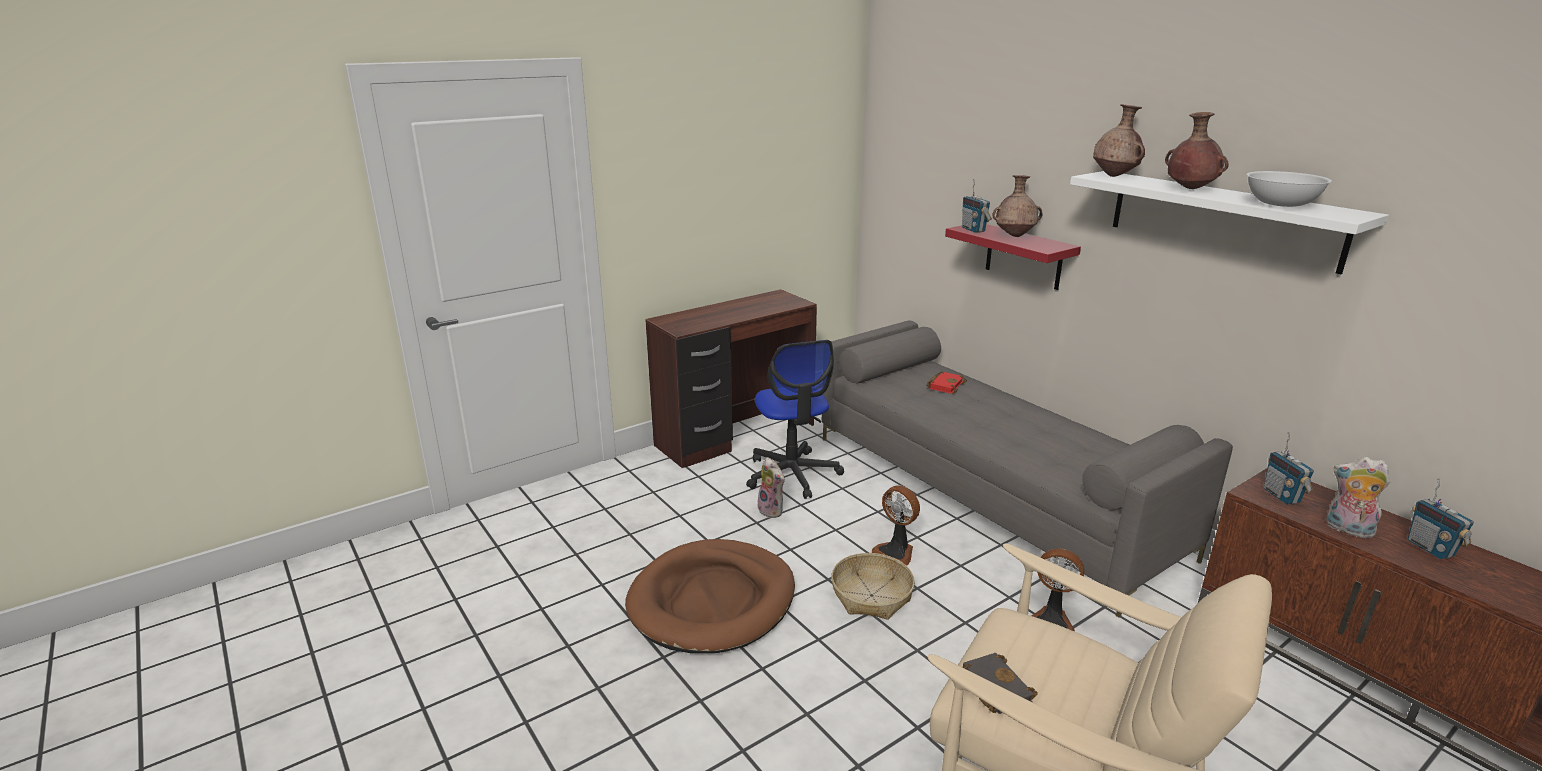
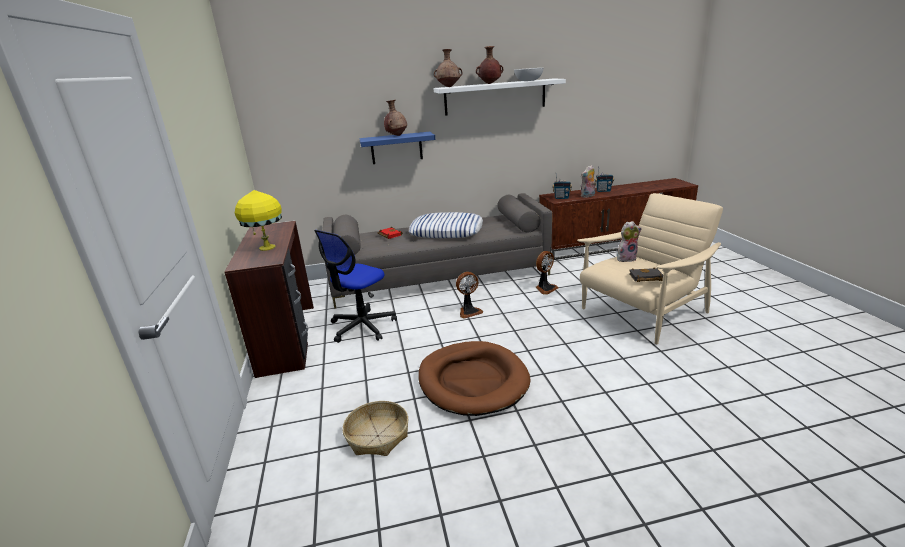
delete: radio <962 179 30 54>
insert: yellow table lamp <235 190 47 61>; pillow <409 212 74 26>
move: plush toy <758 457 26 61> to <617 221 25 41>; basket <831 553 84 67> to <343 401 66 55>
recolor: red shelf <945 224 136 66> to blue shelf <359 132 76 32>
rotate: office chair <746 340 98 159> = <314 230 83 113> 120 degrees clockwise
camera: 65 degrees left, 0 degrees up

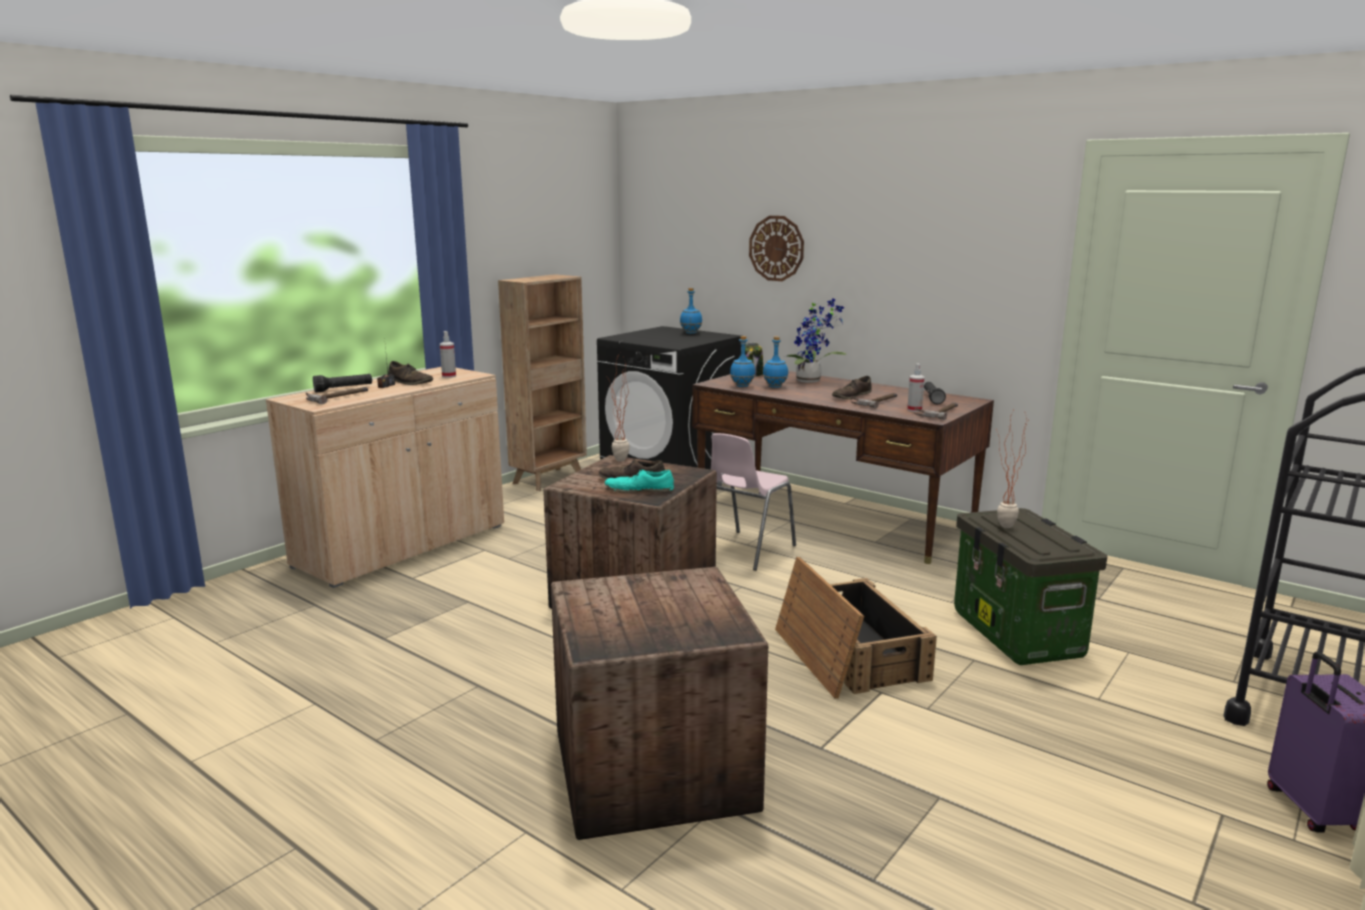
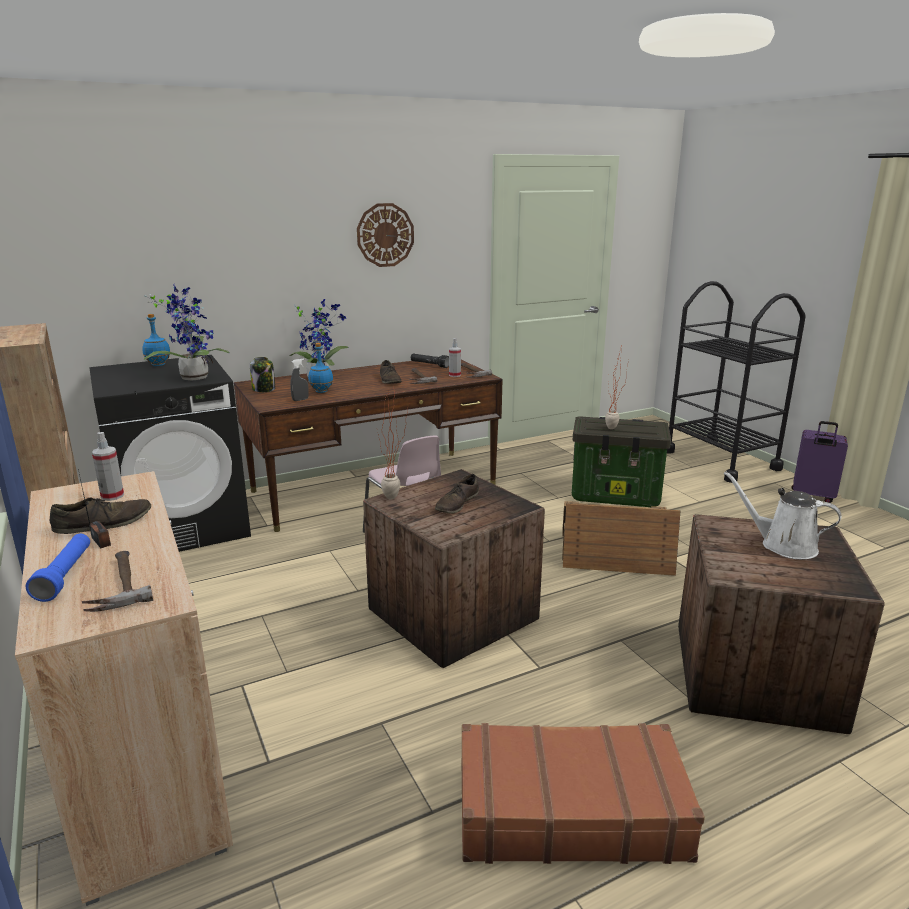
delete: turquoise shoe <605 469 69 24>
insert: potted plant <144 284 86 97>; white watering can <724 471 117 88>; brown suitcase <461 723 244 141>
move: wall clock <749 216 55 65> to <357 203 57 64>
replace: blue bottle <730 336 25 51> to grey spray bottle <290 359 19 42>
recolor: black flashlight <313 374 59 19> to blue flashlight <26 534 64 68>
camera: 65 degrees left, 5 degrees up

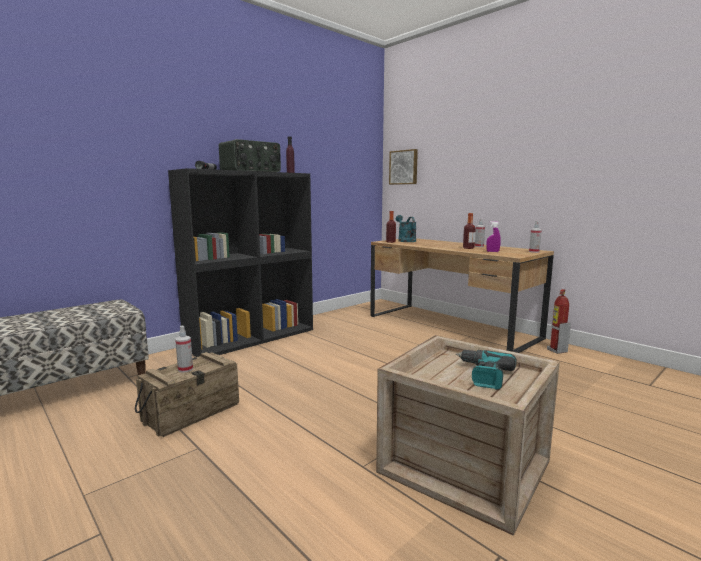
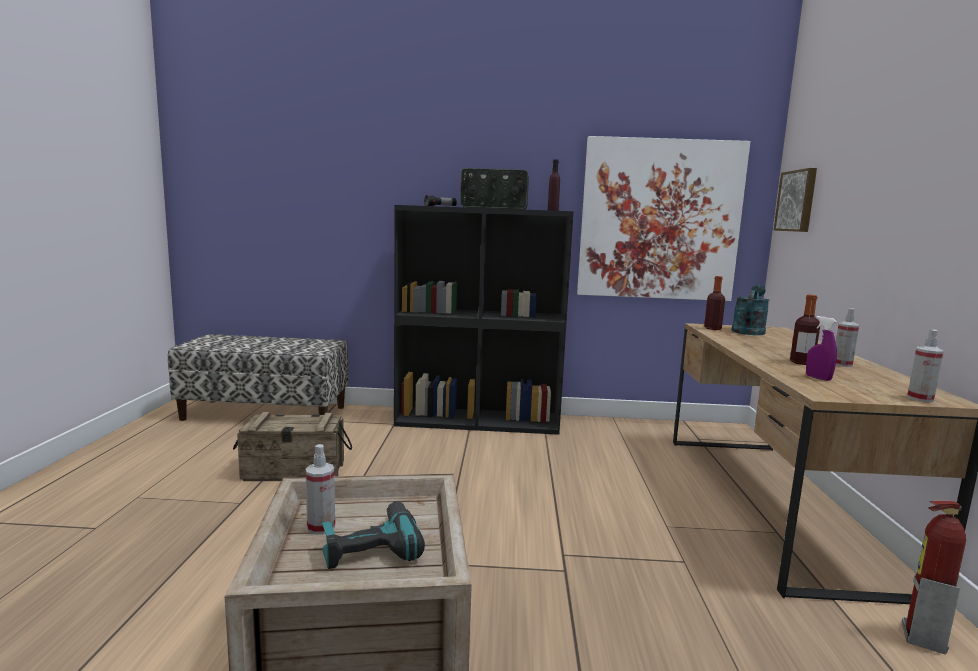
insert: picture <577 136 174 165>
move: spray bottle <175 326 18 47> to <305 444 30 91>
camera: 45 degrees right, 0 degrees up

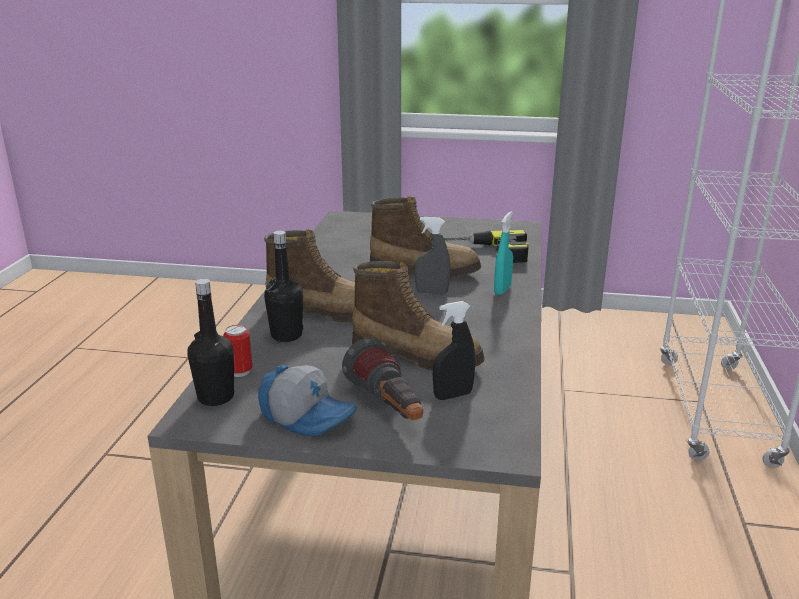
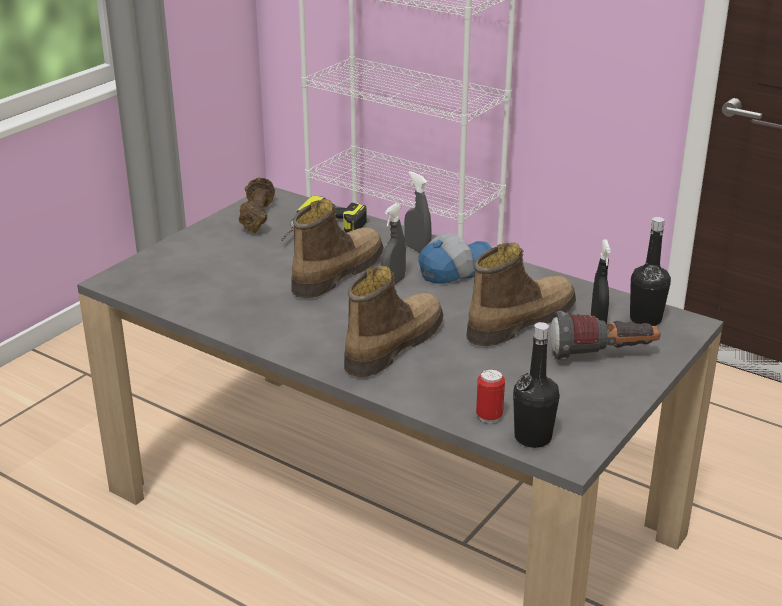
insert: brown dumbbell <239 178 36 55>
move: black bottle <264 231 39 111> to <630 217 41 109>; cap <258 365 99 72> to <418 233 73 51>
recolor: turquoise spray bottle <494 212 19 83> to grey spray bottle <404 171 28 82>
camera: 65 degrees left, 5 degrees up

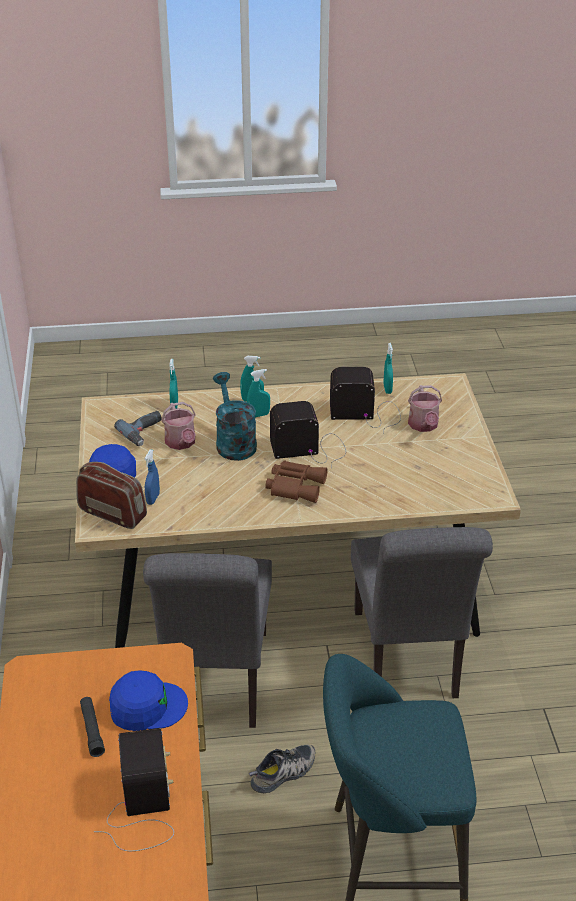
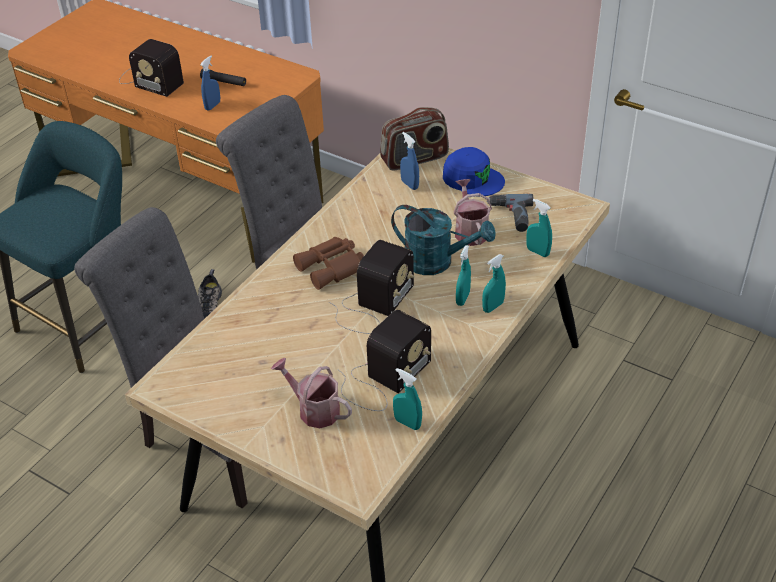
replace: blue cap <109 670 79 61> to blue spray bottle <200 56 20 55>
rotate: watering can <161 402 35 48> = <453 179 39 67> 60 degrees clockwise
camera: 130 degrees right, 5 degrees up

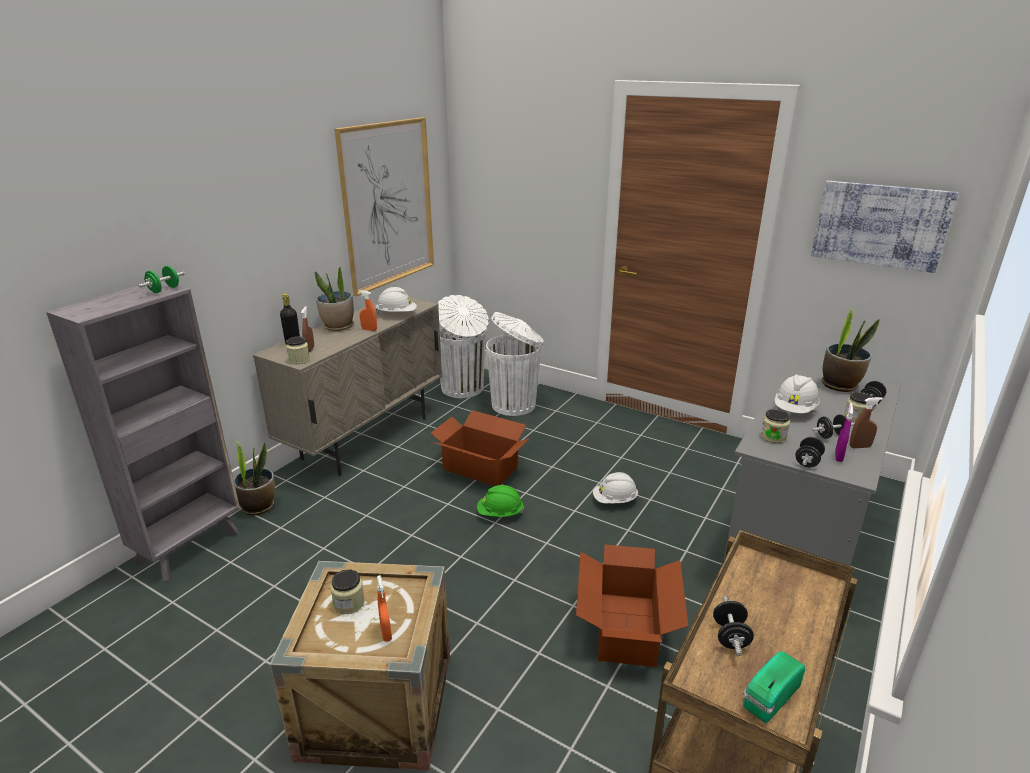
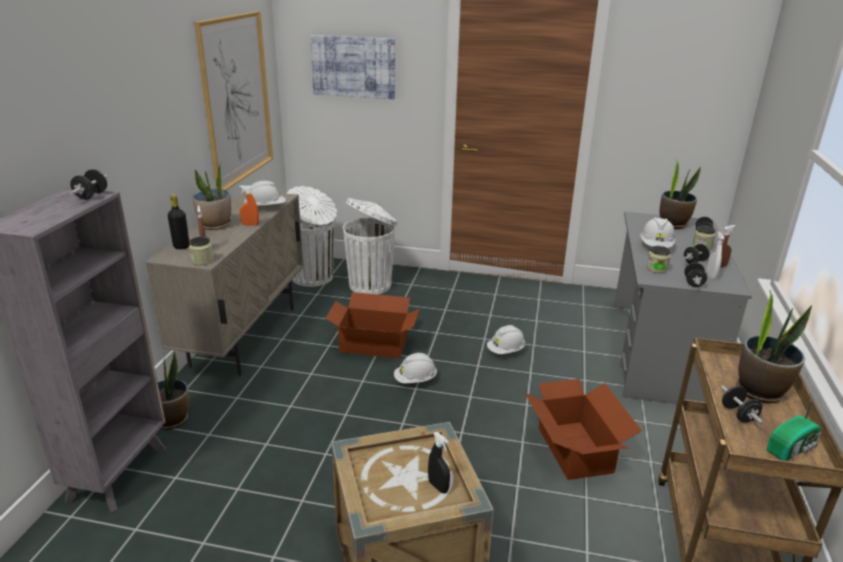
delete: jar <331 569 34 45>
insert: potted plant <736 290 76 113>
move: picture <811 181 147 92> to <310 35 85 64>
recolor: green dumbbell <138 266 47 27> to black dumbbell <70 169 37 31>; purple spray bottle <835 403 18 59> to white spray bottle <706 232 18 48>; green hard hat <477 485 47 32> to white hard hat <394 353 43 31>; orange spray bottle <377 575 15 67> to black spray bottle <428 432 22 61>
rotate: radio <743 651 62 72> = <767 390 54 71> 150 degrees counterclockwise
camera: 20 degrees left, 0 degrees up

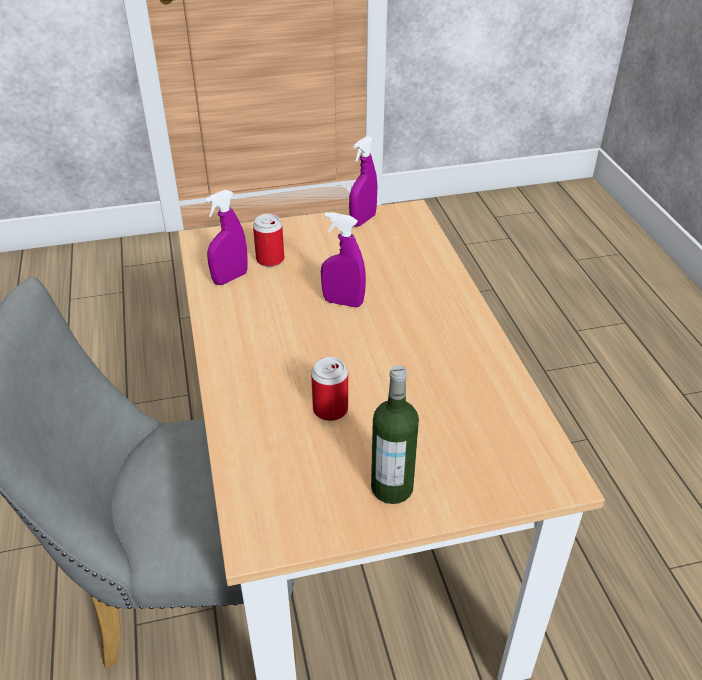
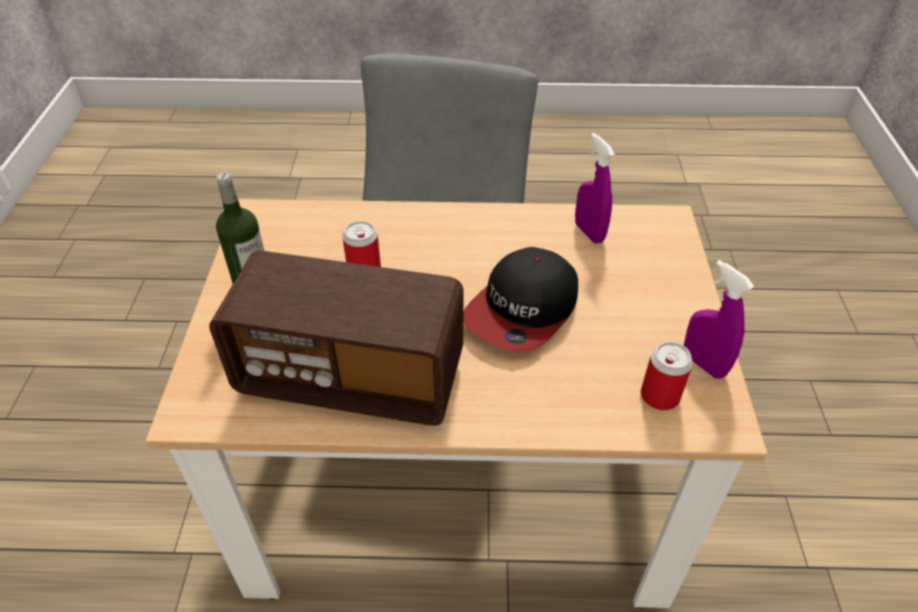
insert: radio <209 250 255 175>
move: can <253 214 31 53> to <641 341 52 69>
replace: purple spray bottle <321 212 45 96> to cap <463 247 115 104>
camera: 105 degrees right, 5 degrees up

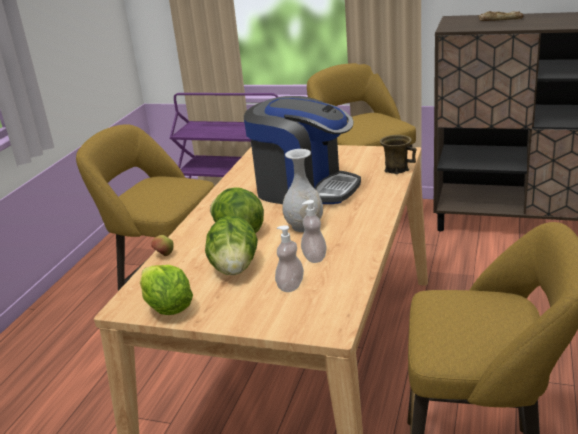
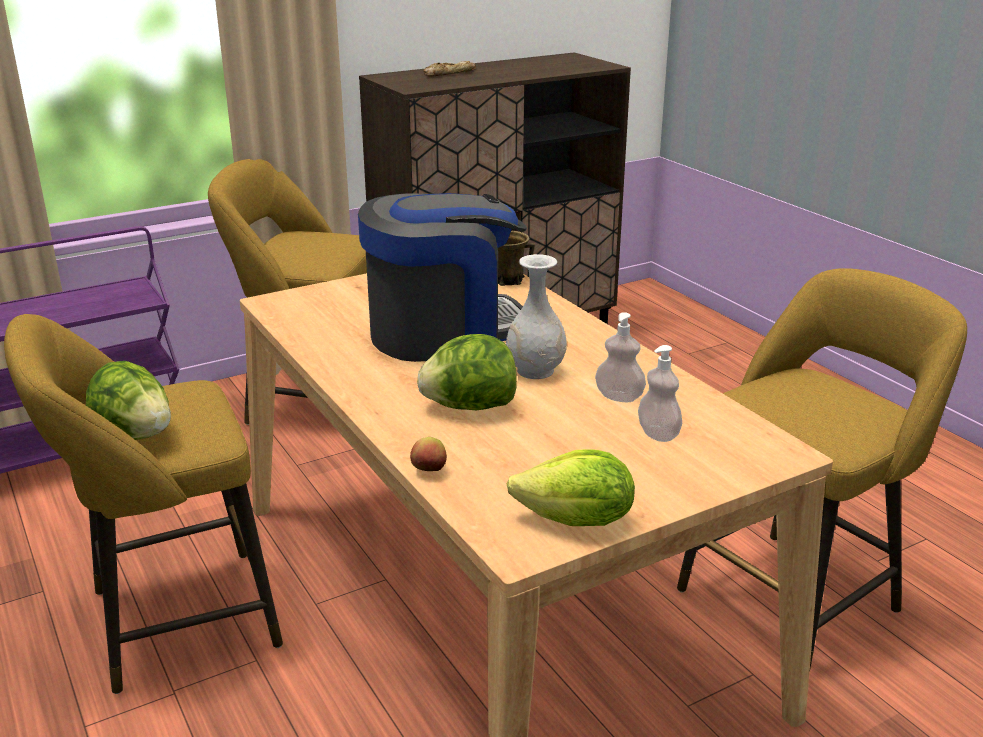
move: lettuce <205 215 53 60> to <86 361 85 79>
camera: 50 degrees left, 0 degrees up

